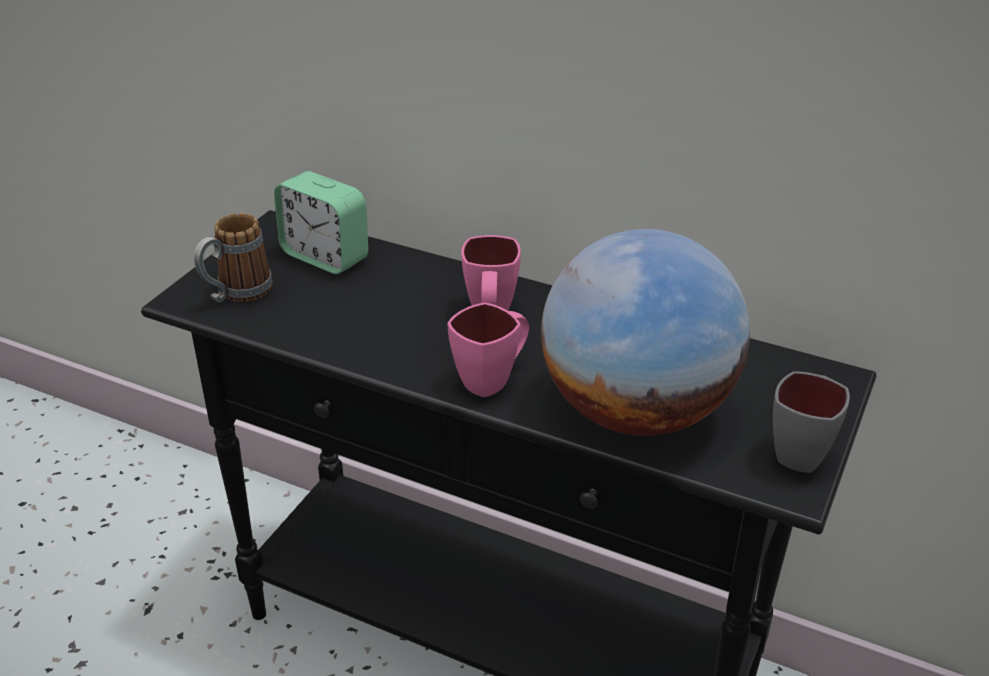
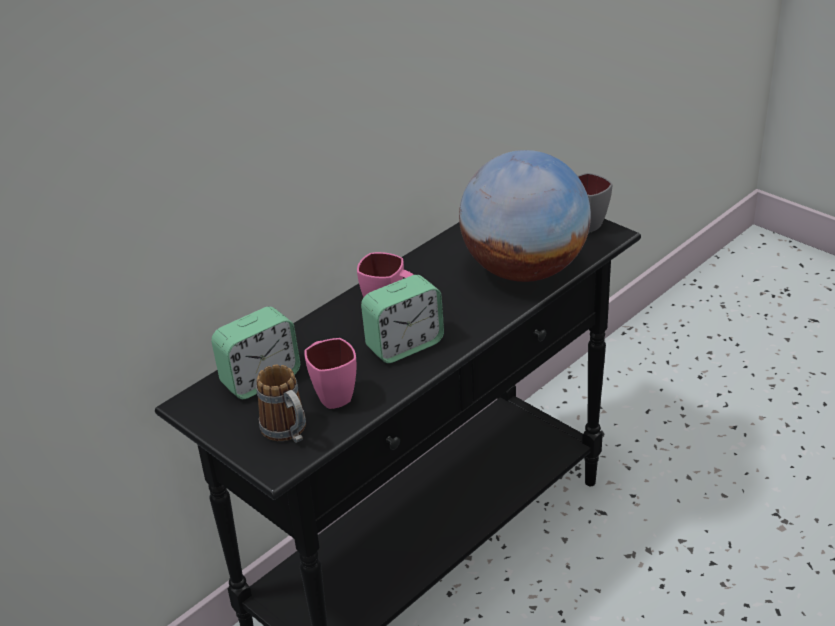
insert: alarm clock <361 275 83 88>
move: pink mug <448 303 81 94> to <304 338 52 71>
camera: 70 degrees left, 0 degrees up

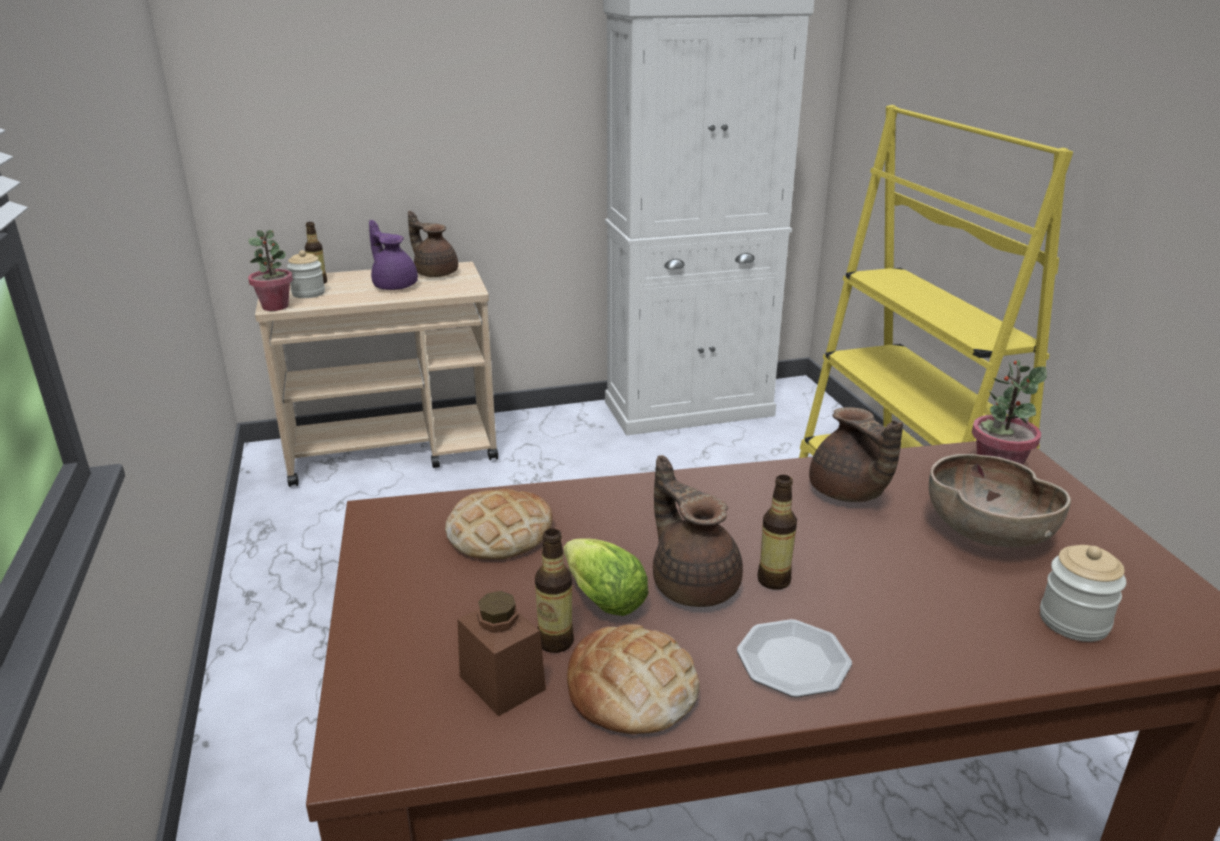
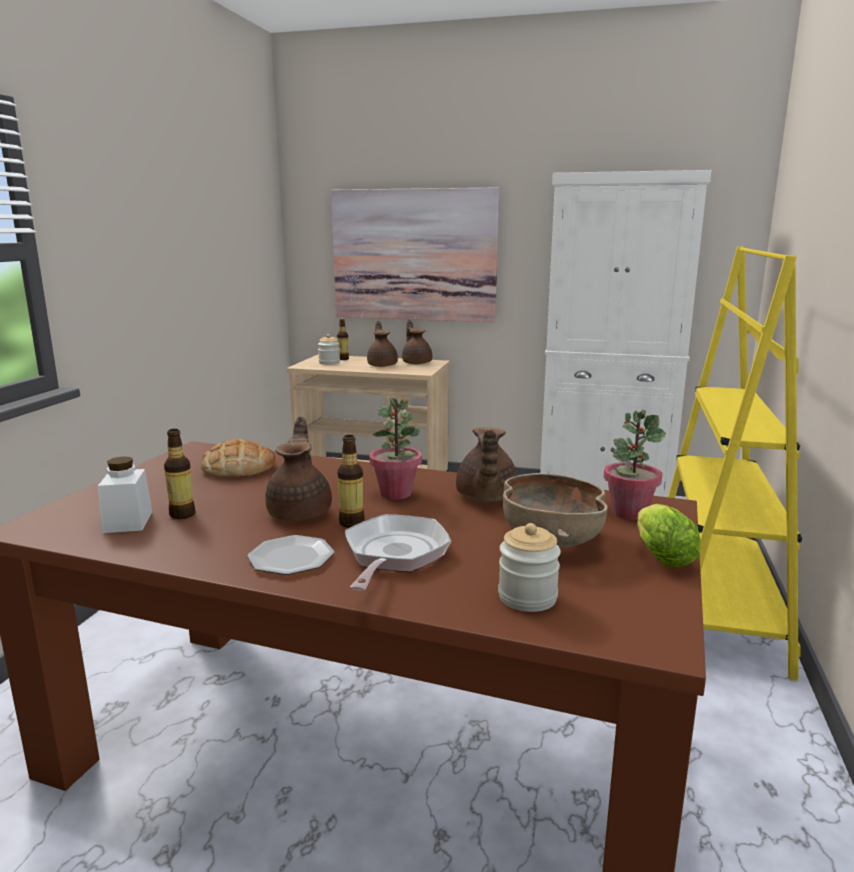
delete: bread <567 624 132 110>
insert: picture <331 187 168 135>; frying pan <345 514 106 76>
move: potted plant <248 230 45 81> to <369 398 53 101>; lettuce <564 538 85 78> to <638 504 62 63>
recolor: purple teapot <369 220 49 70> to brown teapot <367 321 31 46>; brown jar <458 591 88 125> to white jar <98 456 54 77>
camera: 30 degrees right, 10 degrees down

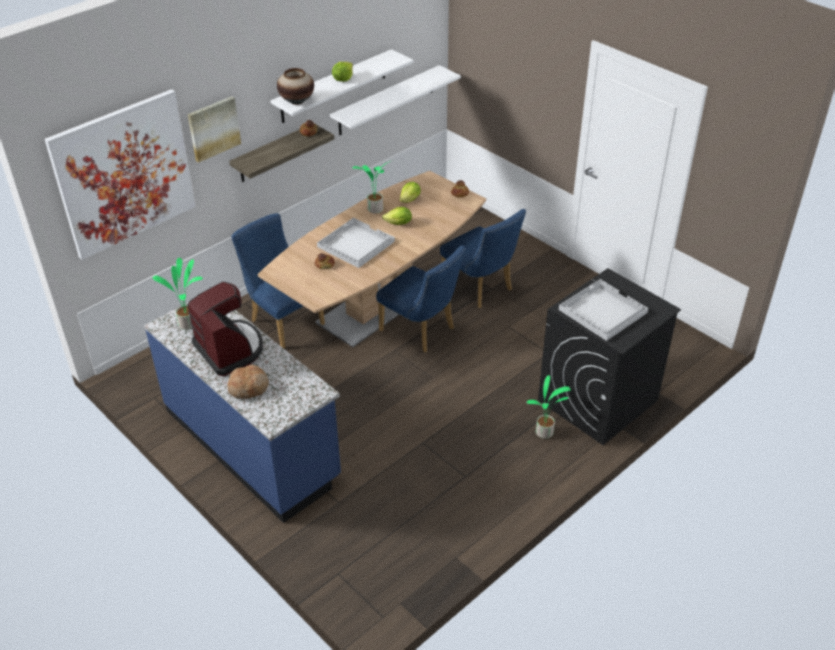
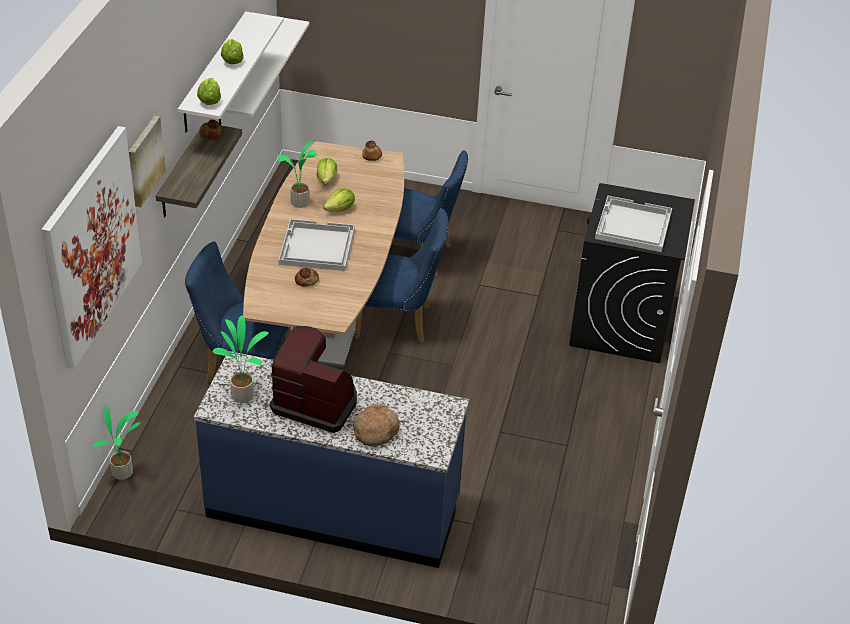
move: potted plant <526 375 45 64> to <93 406 47 74>
replace: vase <277 68 37 37> to lettuce <197 78 24 27>
camera: 35 degrees left, 0 degrees up

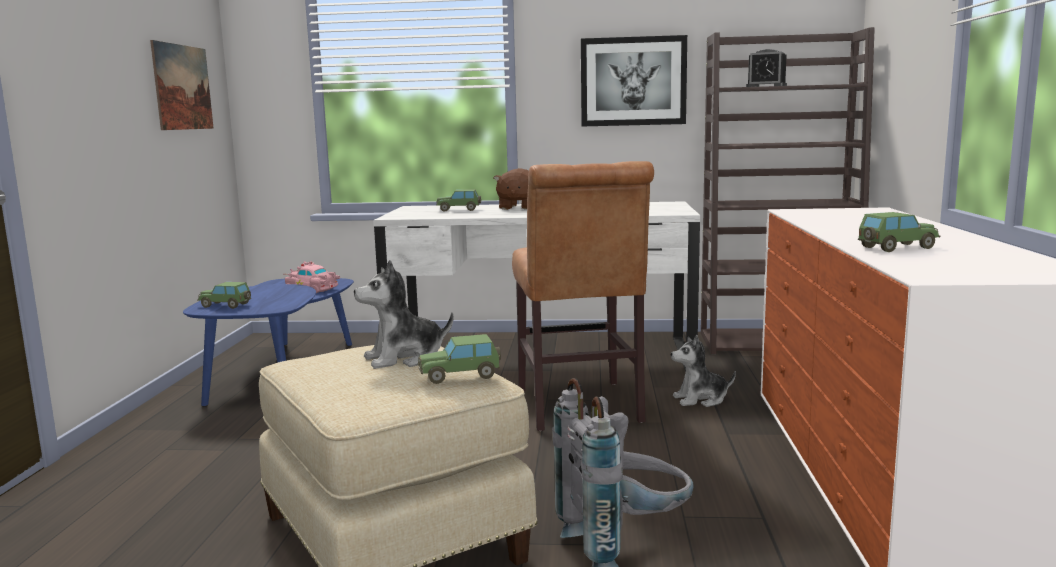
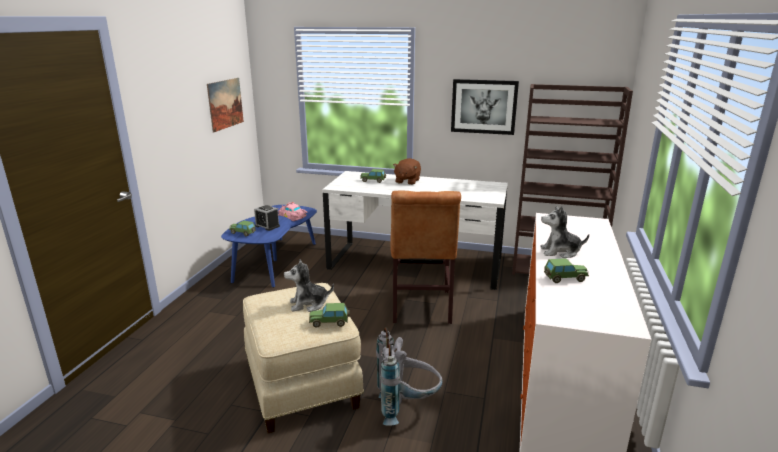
move: alarm clock <746 49 41 38> to <254 205 26 26>; plush toy <671 335 65 72> to <540 206 49 52>
camera: 10 degrees right, 10 degrees up

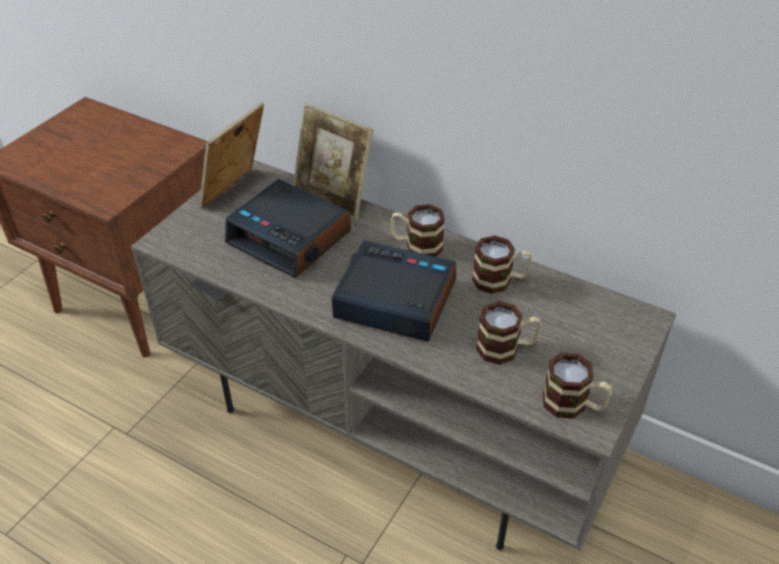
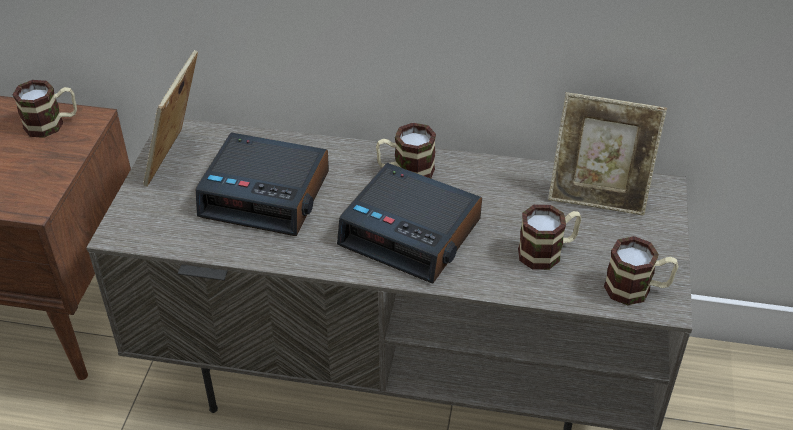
move: picture frame <293 103 81 117> to <548 92 119 124>; mug <472 235 60 59> to <12 80 65 58>
rotate: alarm clock <332 240 124 102> = <337 163 145 120> 150 degrees counterclockwise
camera: 20 degrees left, 0 degrees up

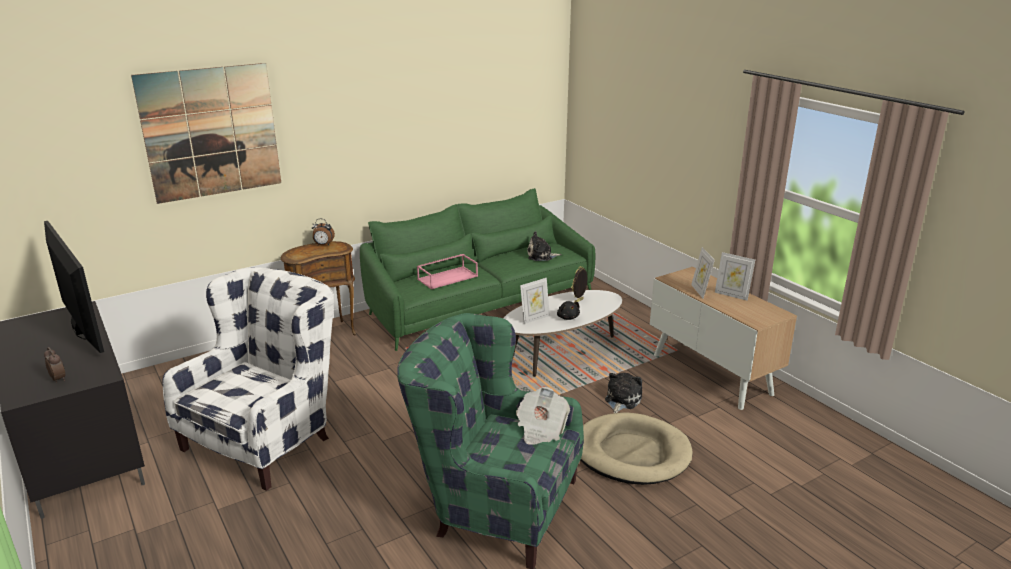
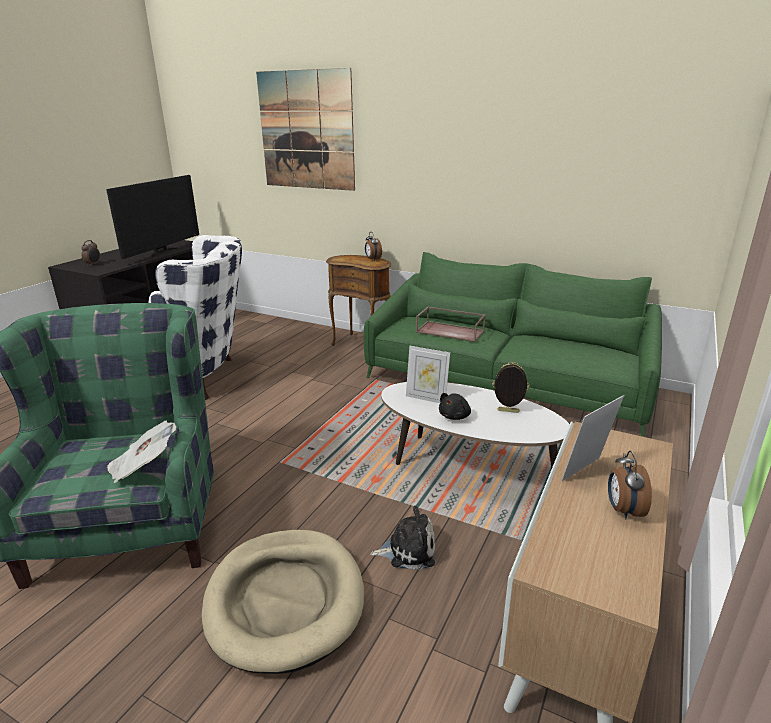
delete: plush toy <527 231 35 30>
replace: picture frame <715 252 40 49> to alarm clock <608 451 44 68>
recolor: pink tray <417 254 61 35> to brown tray <416 306 70 36>
camera: 60 degrees right, 0 degrees up

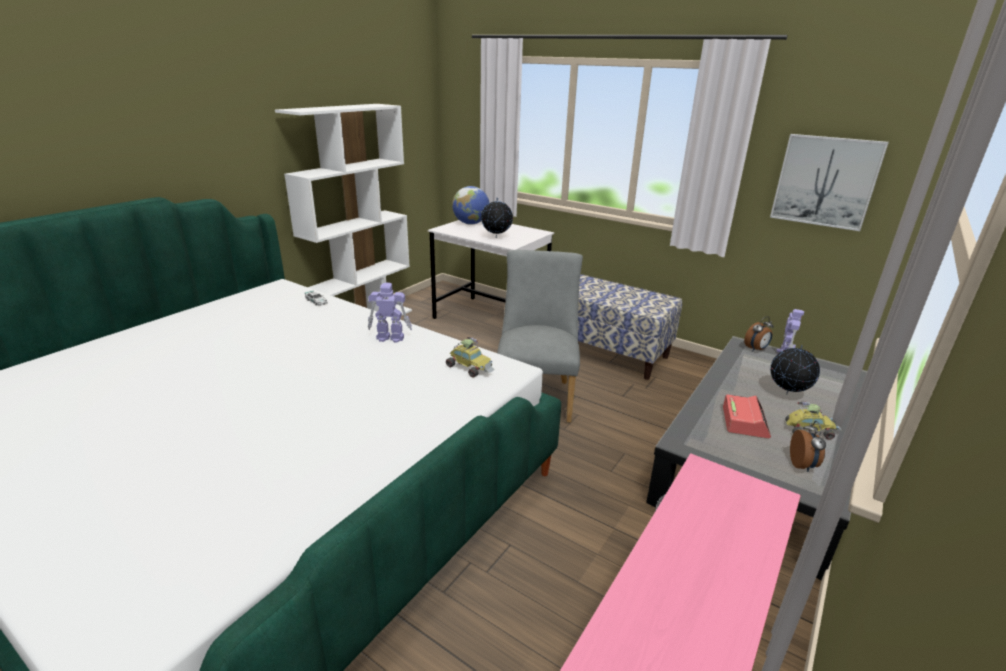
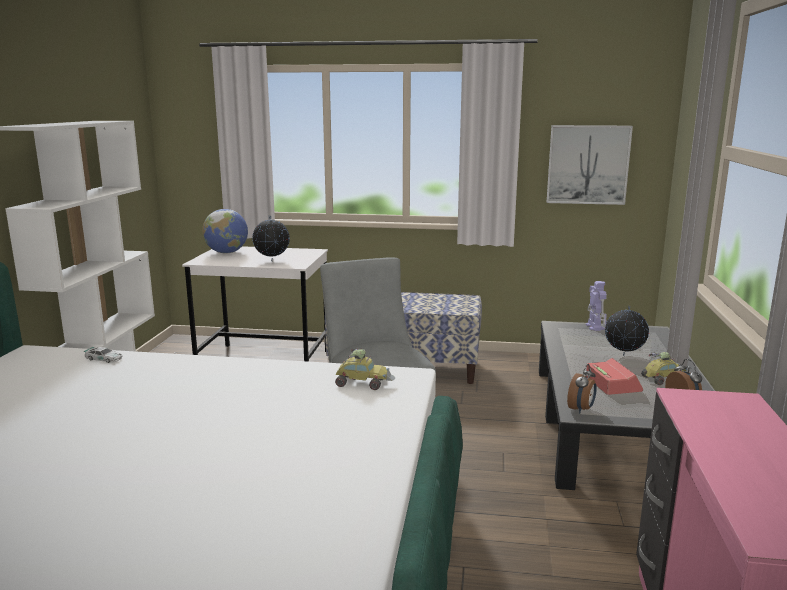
delete: toy robot <368 282 44 60>
move: alarm clock <744 316 30 35> to <567 364 30 49>
camera: 25 degrees left, 10 degrees down

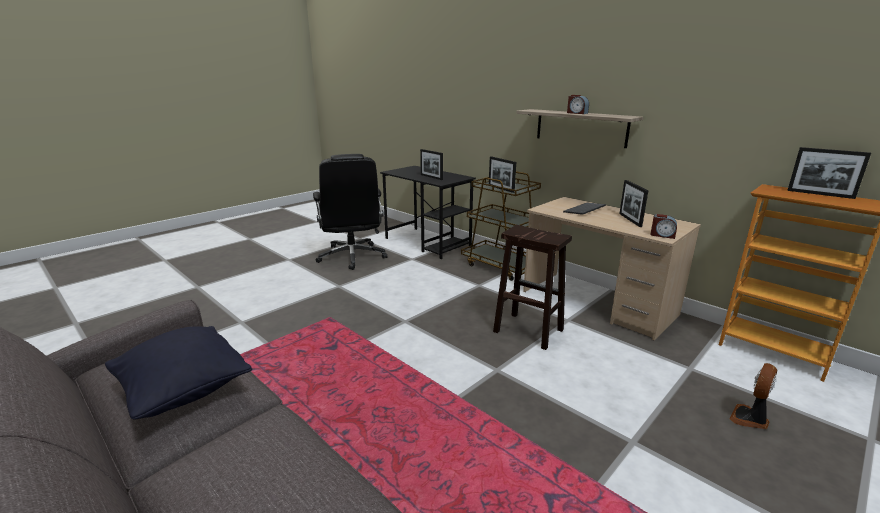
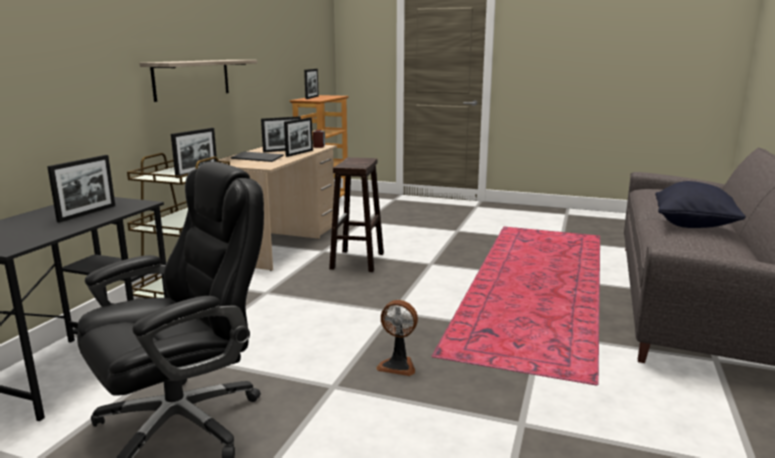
delete: alarm clock <567 95 22 19>
insert: picture frame <284 117 29 40>
move: fan <729 363 49 66> to <376 300 42 76>
camera: 115 degrees left, 5 degrees down

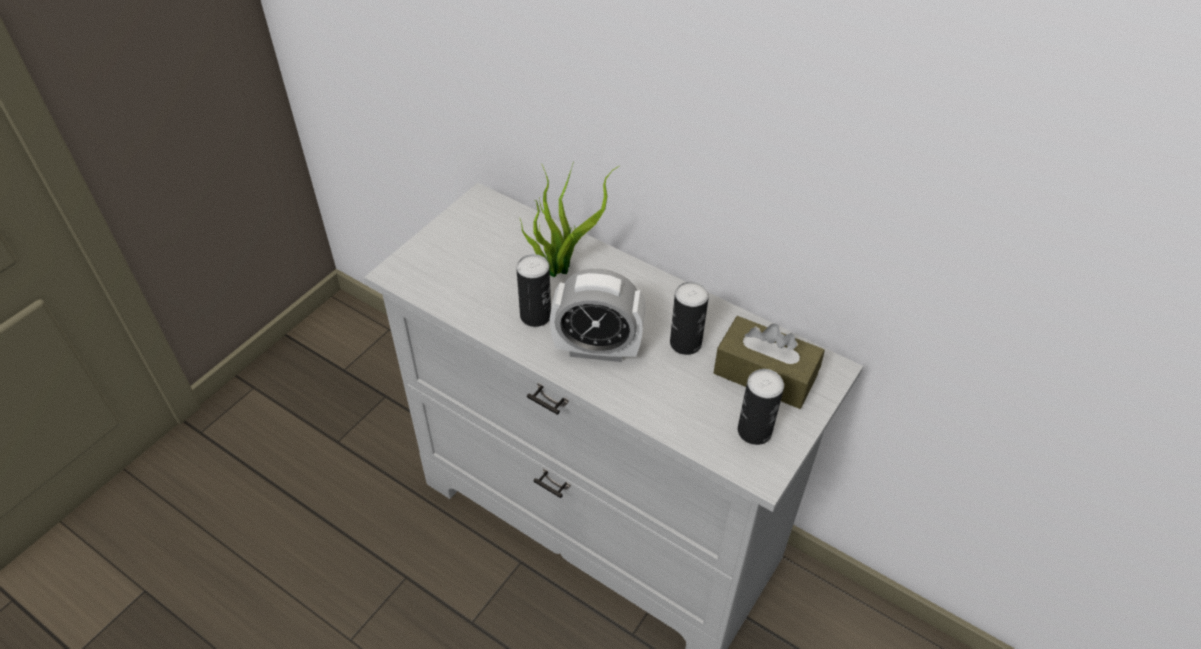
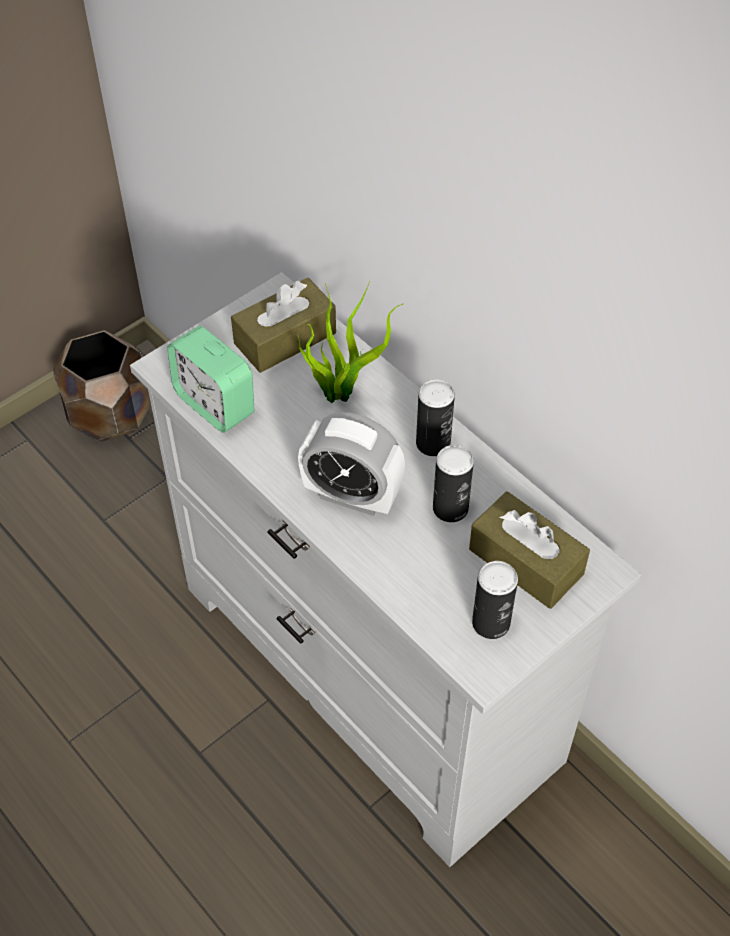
insert: brown tissue box <231 278 105 95>; alarm clock <167 326 87 107>; brown planter <53 330 98 112>
move: can <516 254 35 73> to <416 379 39 77>
camera: 15 degrees right, 5 degrees up

